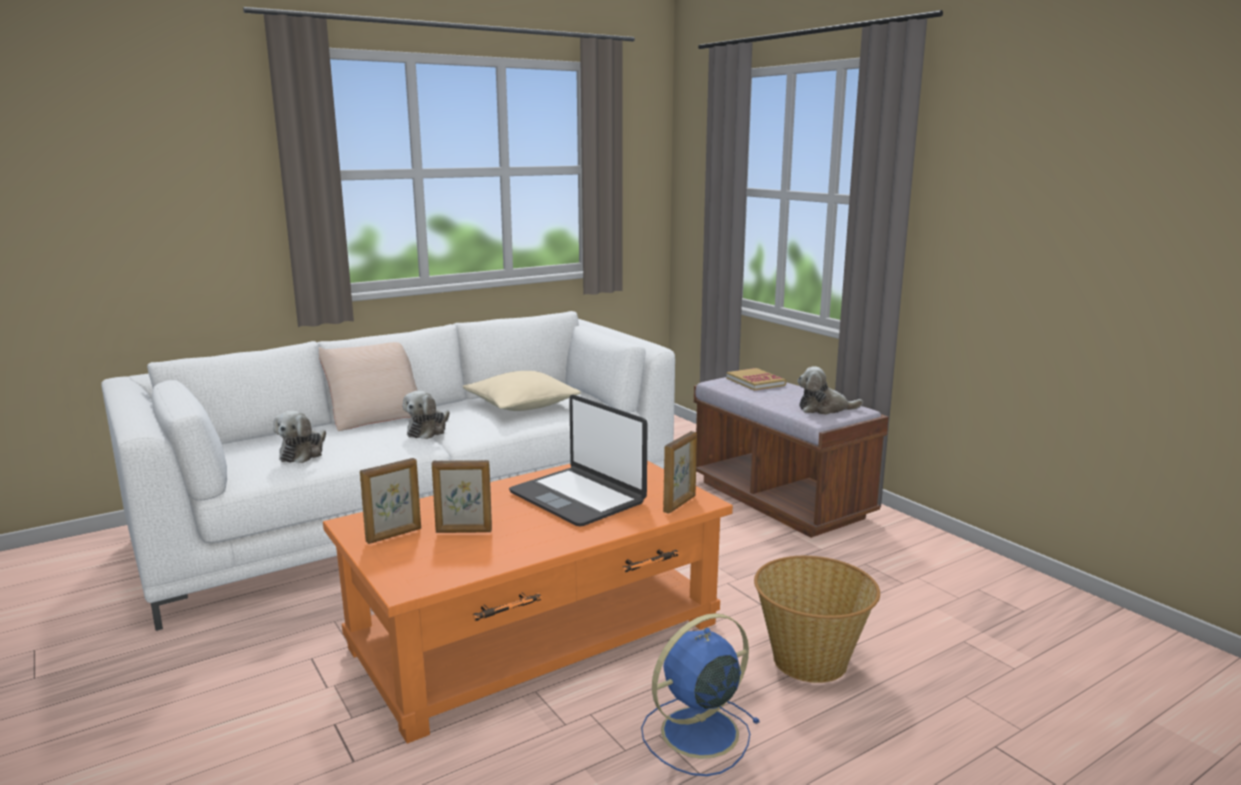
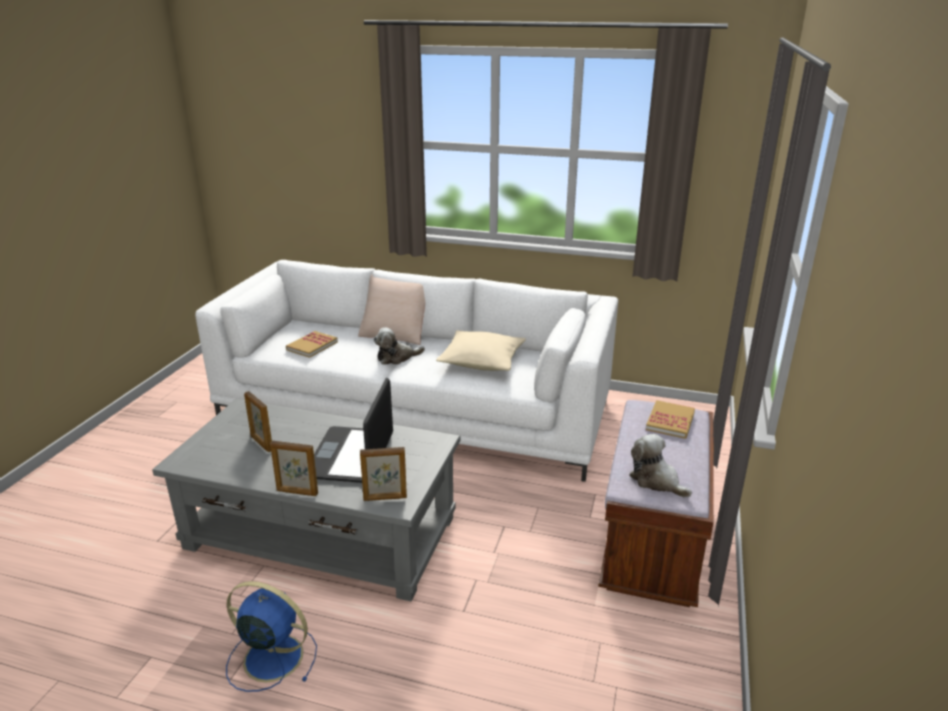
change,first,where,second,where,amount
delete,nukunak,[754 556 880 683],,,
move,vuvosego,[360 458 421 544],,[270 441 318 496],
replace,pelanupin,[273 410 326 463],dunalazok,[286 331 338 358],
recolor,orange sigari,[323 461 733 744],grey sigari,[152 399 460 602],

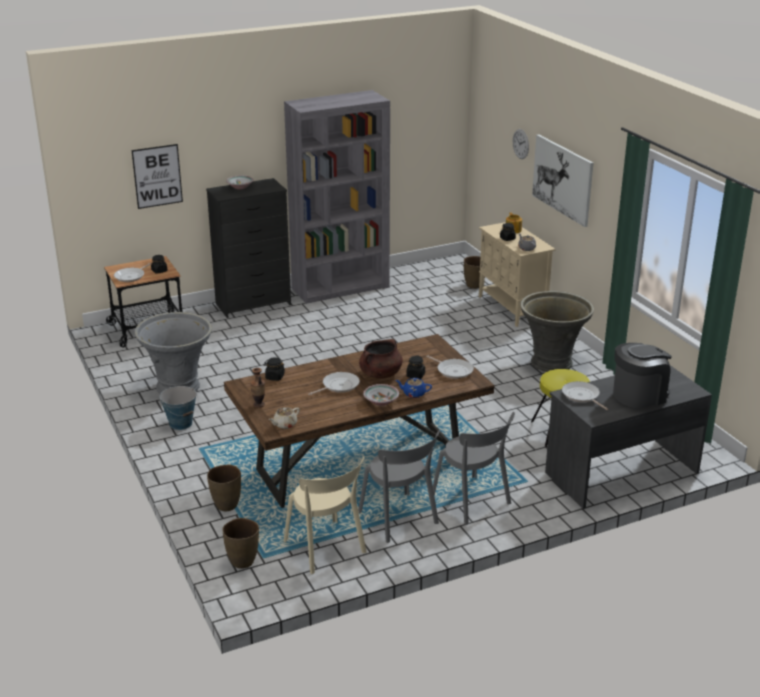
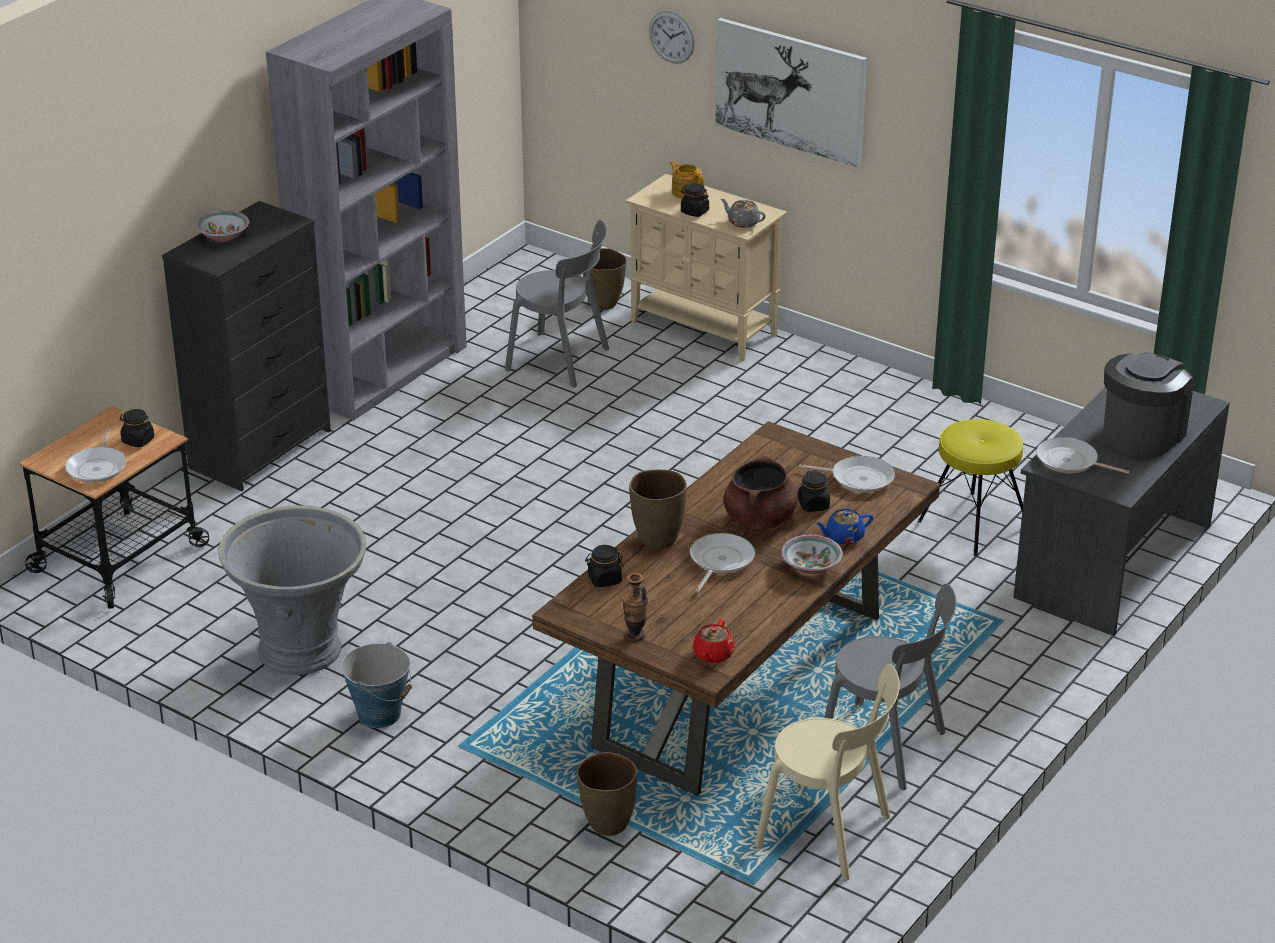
change,first,where,second,where,amount
delete,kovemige,[132 144 183 209],,,
delete,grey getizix,[520 291 594 372],,,
move,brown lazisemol,[222 518 259 569],,[629 470 687 549],
move,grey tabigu,[433 412 515 525],,[505 220 609 387],
recolor,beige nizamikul,[269 407 300 429],red nizamikul,[693 619 735 663],

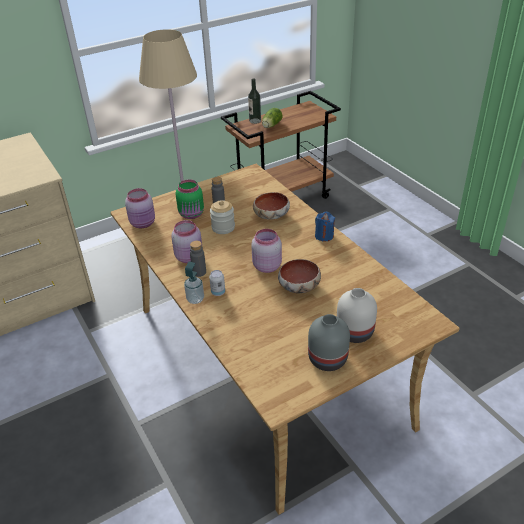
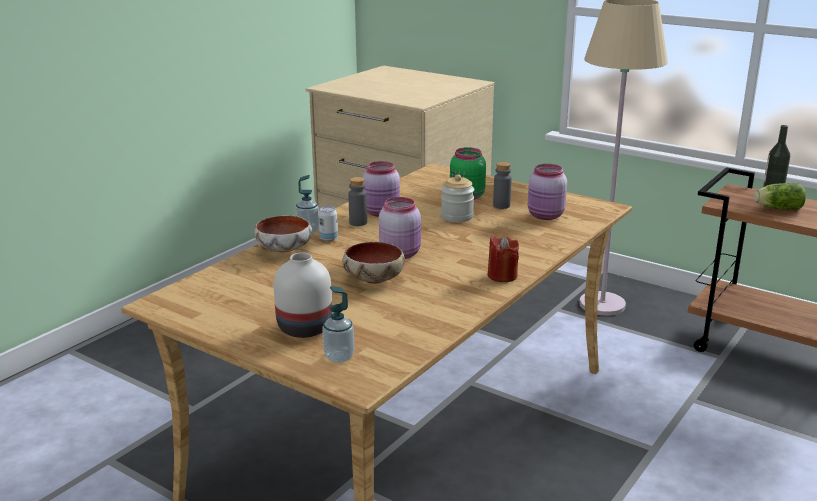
change,first,where,second,where,amount
delete,grey lazisemol,[308 314 350 371],,,
insert,,,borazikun,[322 286 354 363],
move,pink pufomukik,[125 188 155 228],,[528 164 567 220],
move,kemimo,[253 192 290 220],,[254 215 312 253],
recolor,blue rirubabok,[315 212 335 241],red rirubabok,[488 236 519 282],

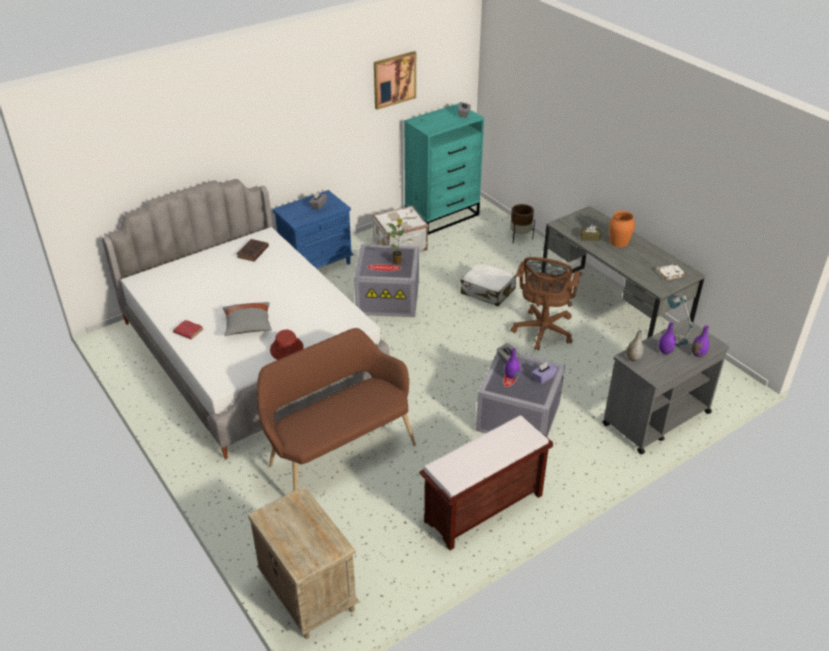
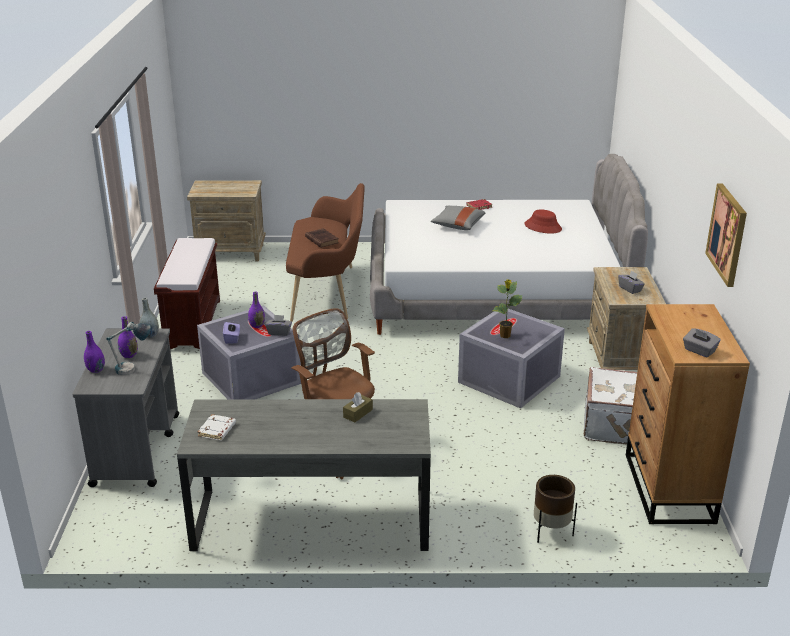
change,first,where,second,where,amount
delete,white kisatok,[461 262 516 306],,,
delete,orange lazisemol,[609 211 635 247],,,
move,brown dunalazok,[237 239 269 262],,[305 228 339 248],
move,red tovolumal,[270 329 304 360],,[524 209 562 234],
recolor,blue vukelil,[272 190 354 269],beige vukelil,[587 267 666 370],
recolor,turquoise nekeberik,[404 103 484 235],brown nekeberik,[626 304 750 524],

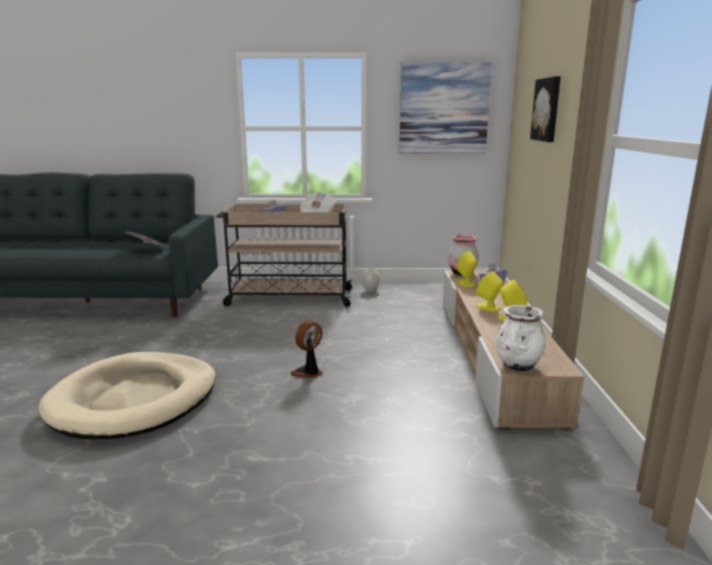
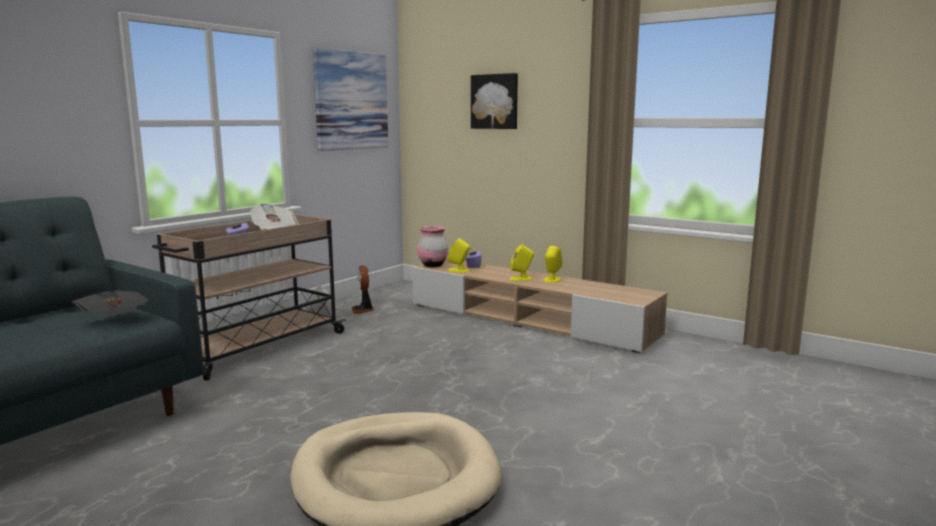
change,first,where,second,where,amount
delete,white lazisemol,[496 305 546 371],,,
move,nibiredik,[290 320 323 378],,[352 265 374 314],

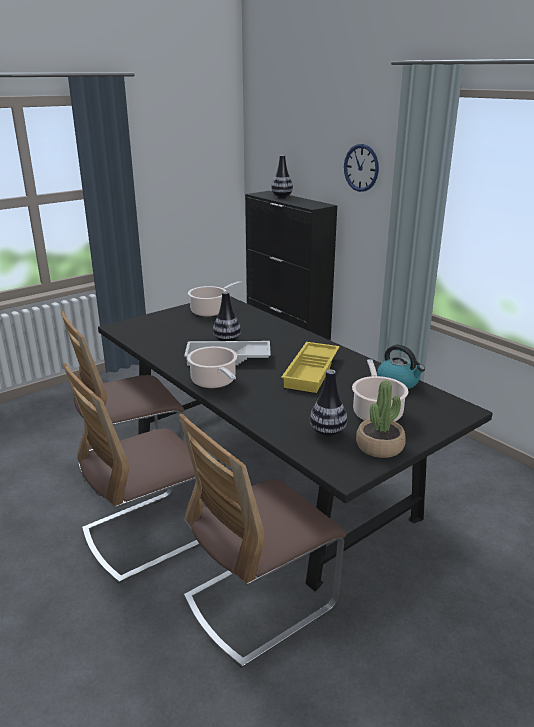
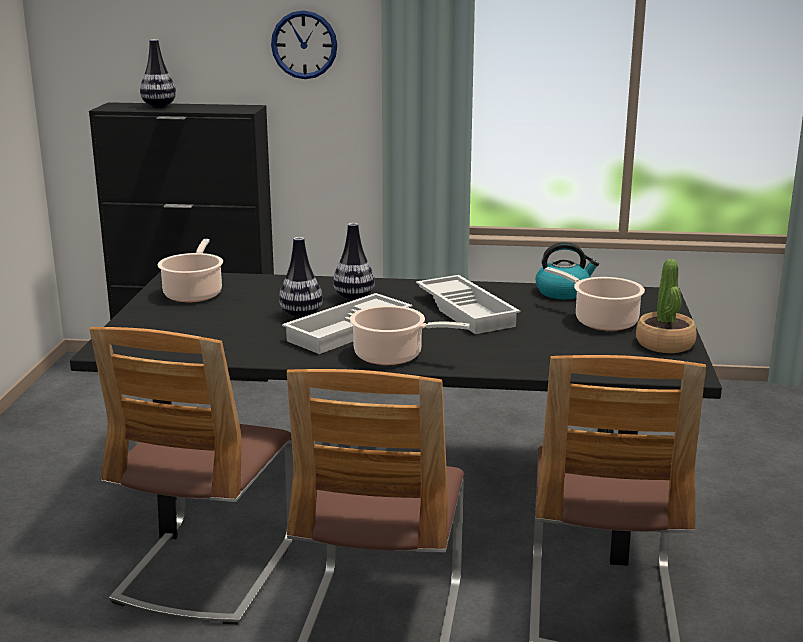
change,first,where,second,where,amount
move,lazisemol,[310 370 347 437],,[333 223 375 301],
recolor,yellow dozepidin,[281 342 340 393],white dozepidin,[416 275 520 334],

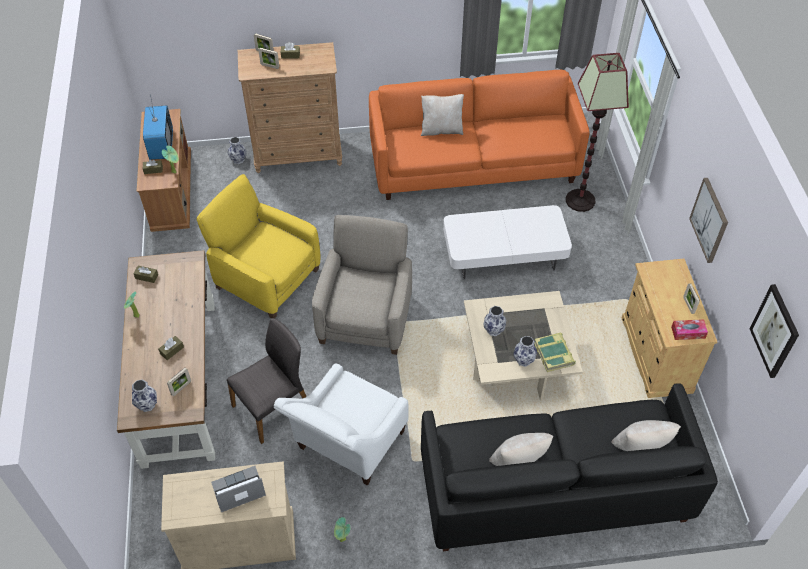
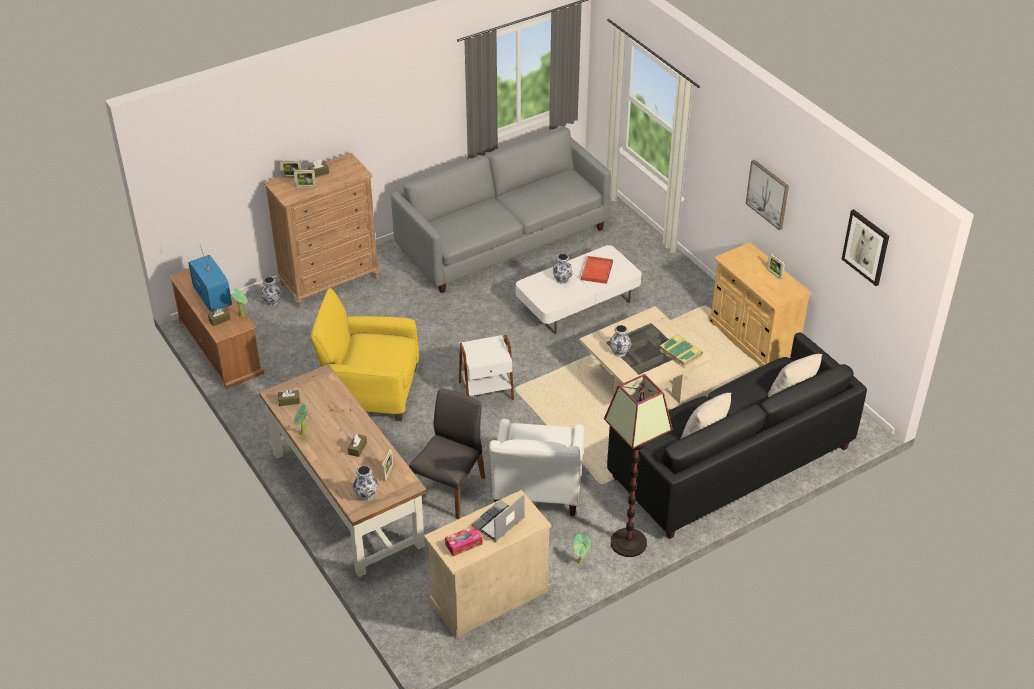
change,first,where,second,where,amount
delete,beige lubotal,[421 94 464 136],,,
insert,,,red dozepidin,[580 256 613 284],
move,lazisemol,[513 336 537 367],,[553 254 573 284],
move,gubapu,[566 53 629 212],,[604 374 673 557],
move,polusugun,[671 319 708 340],,[445 525 482 556],
replace,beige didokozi,[312 215 412 355],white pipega,[459 335 514 400],
recolor,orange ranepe,[369 70 590 200],grey ranepe,[391 127 611 293],

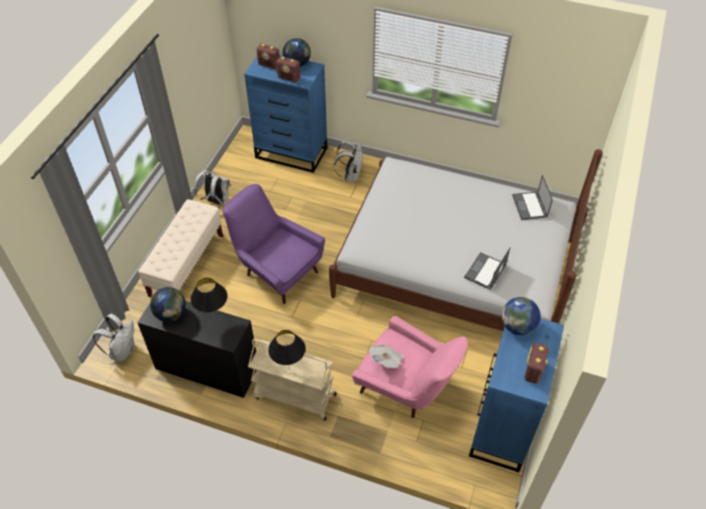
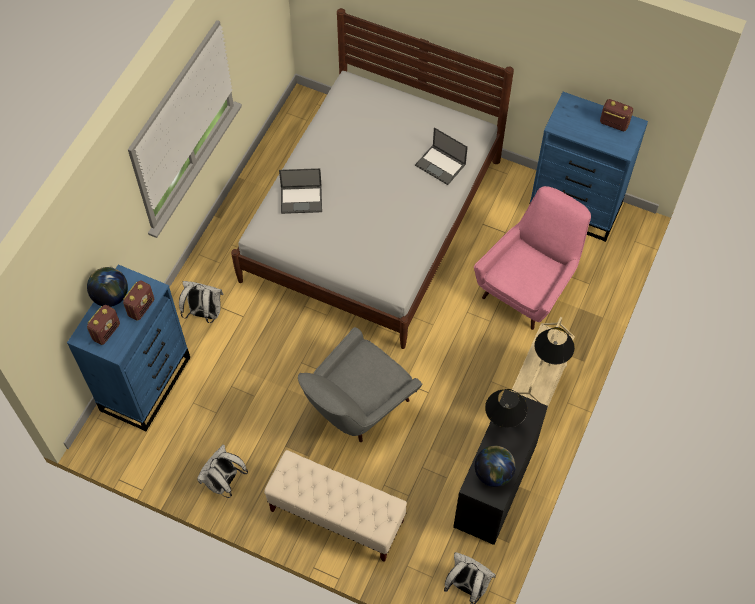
change,first,where,second,where,amount
delete,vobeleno,[369 345 404 368],,,
delete,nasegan,[502 297 541 335],,,
move,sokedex,[512 175 553 220],,[279 168 322 214],
recolor,purple didokozi,[223 184 325 304],grey didokozi,[298 327 423 442],

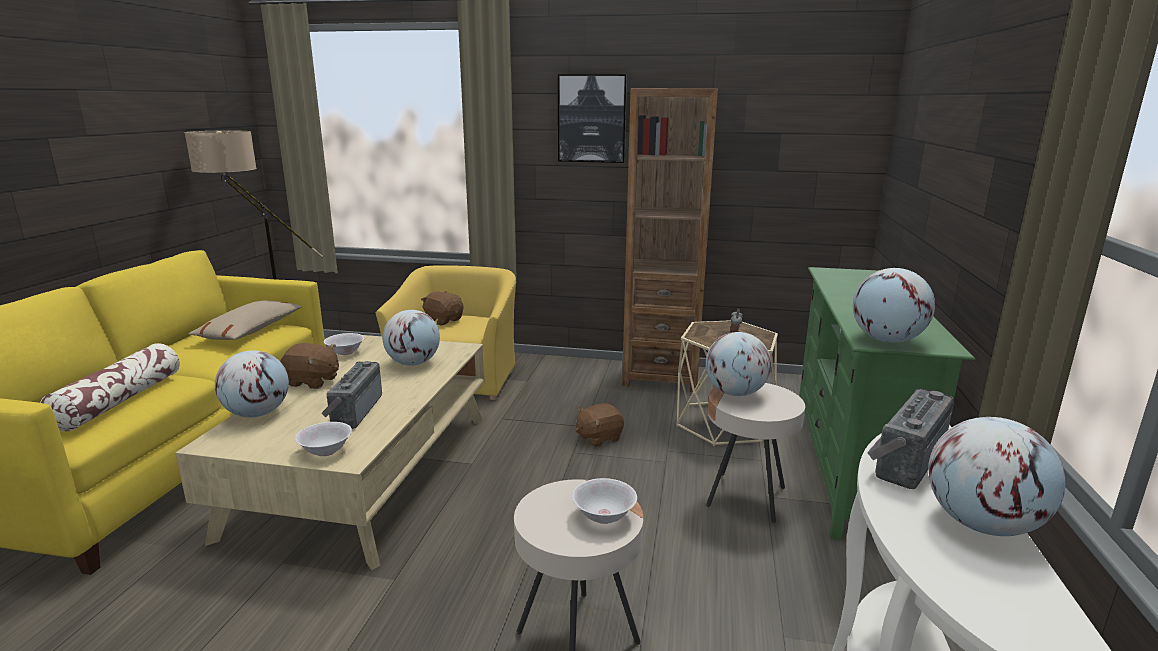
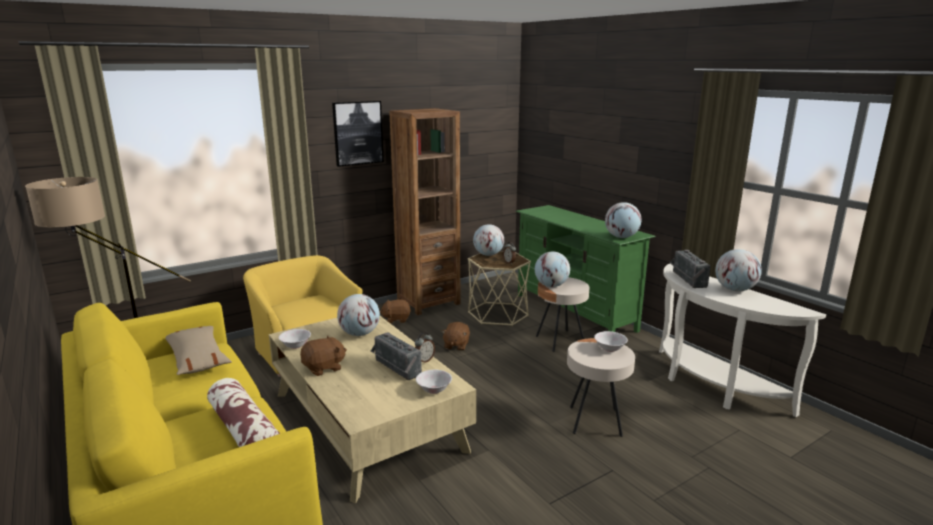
change,first,where,second,where,amount
insert,,,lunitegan,[415 332 435 363],
move,nasegan,[215 350 289 417],,[473 224 504 256],
move,brown pelanupin,[421 291 463 325],,[380 299 411 323],

